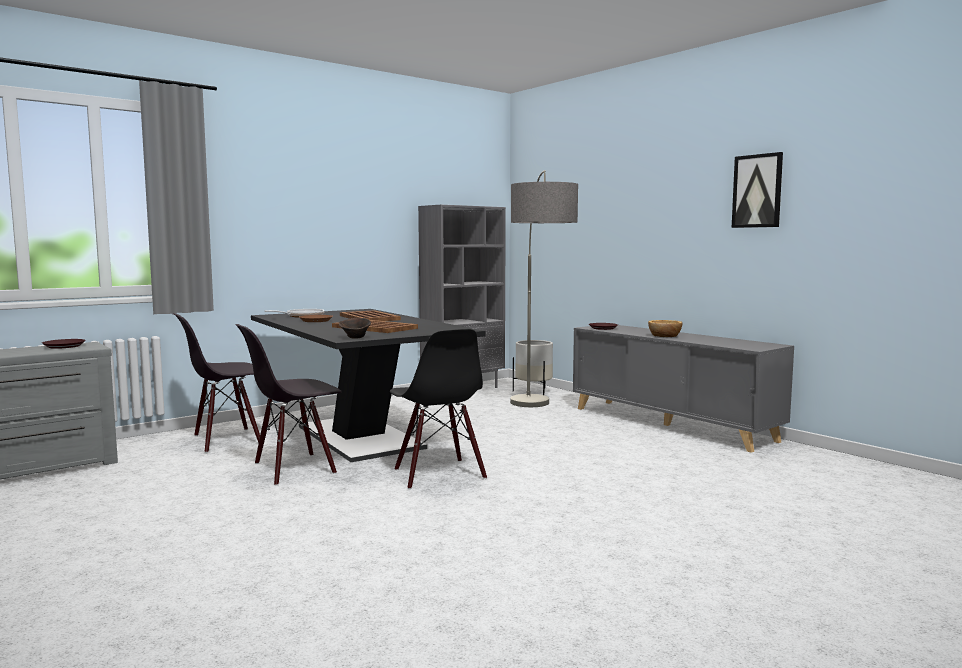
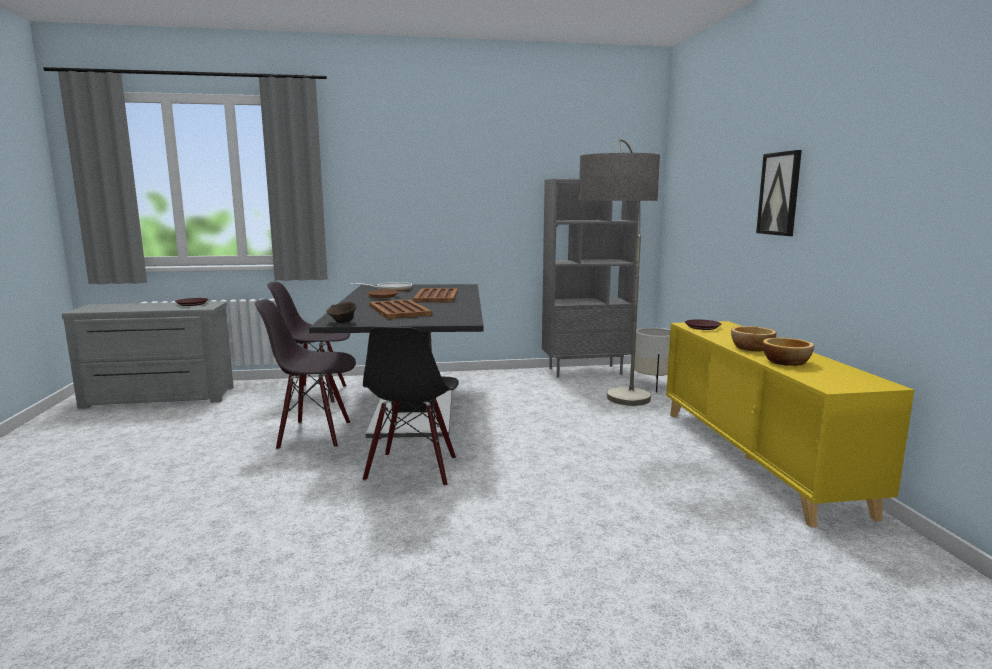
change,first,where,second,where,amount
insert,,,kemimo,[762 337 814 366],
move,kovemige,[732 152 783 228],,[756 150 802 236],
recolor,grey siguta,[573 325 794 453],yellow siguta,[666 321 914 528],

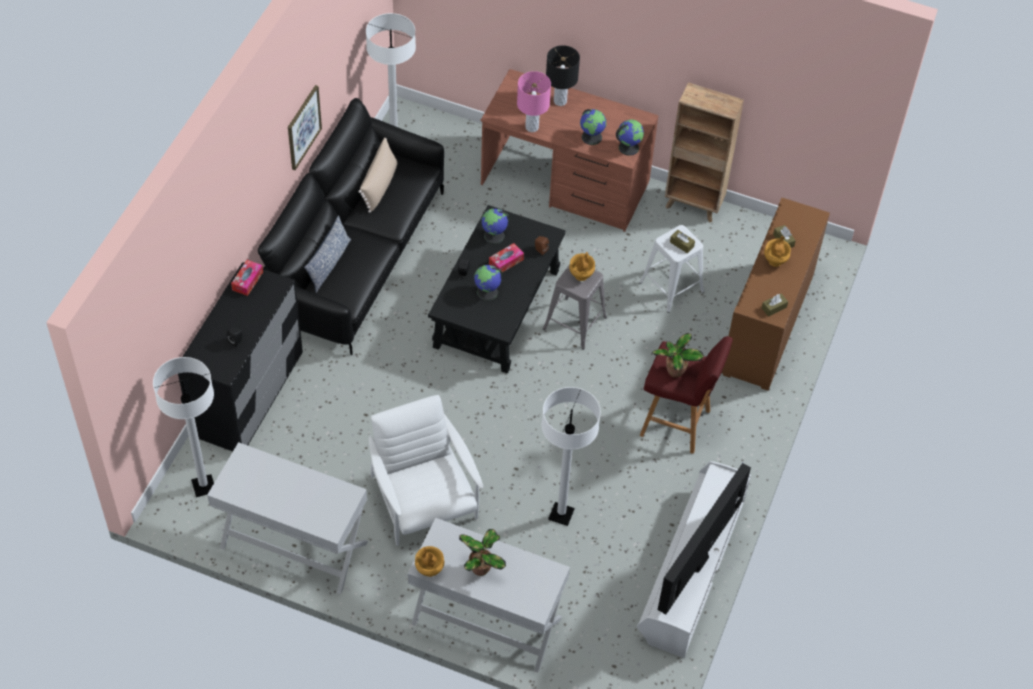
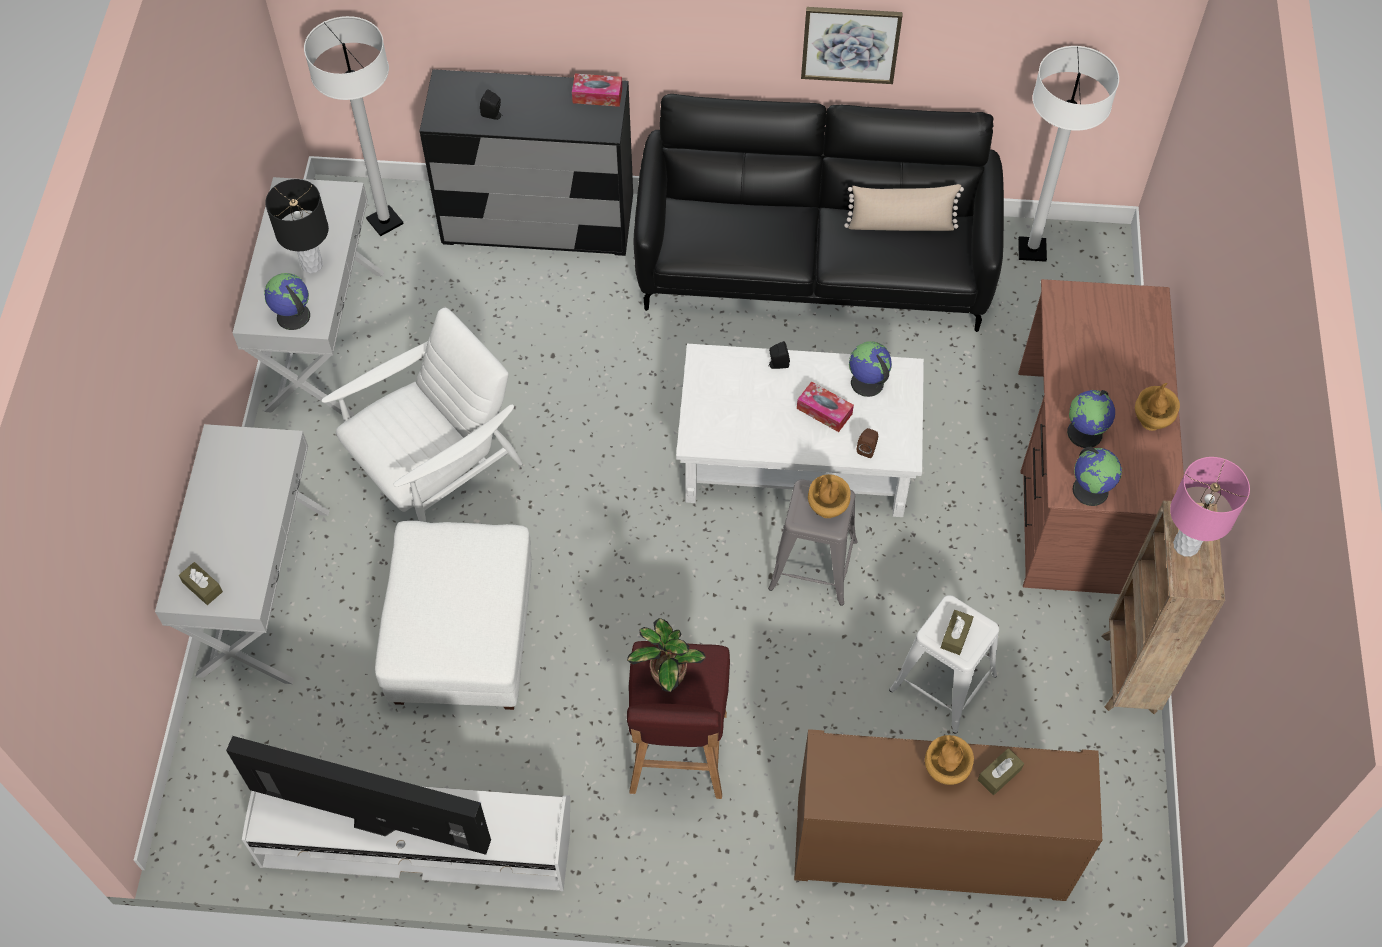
change,first,where,second,where,amount
delete,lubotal,[304 215 351 293],,,
delete,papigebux,[459 529 506 576],,,
move,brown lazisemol,[415 546 444 577],,[1135 383 1180 431],
move,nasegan,[474 265 503 301],,[264 273 310 330],
move,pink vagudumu,[517 71 551 132],,[1170 457 1250 557],
move,black vagudumu,[546 45 580 106],,[265 179 329 273],
move,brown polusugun,[762 293 788 317],,[179 562 223 605],
replace,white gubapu,[542 387 601 526],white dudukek,[375 521 532 710],
recolor,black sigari,[428 205 566 374],white sigari,[676 344 924 517],

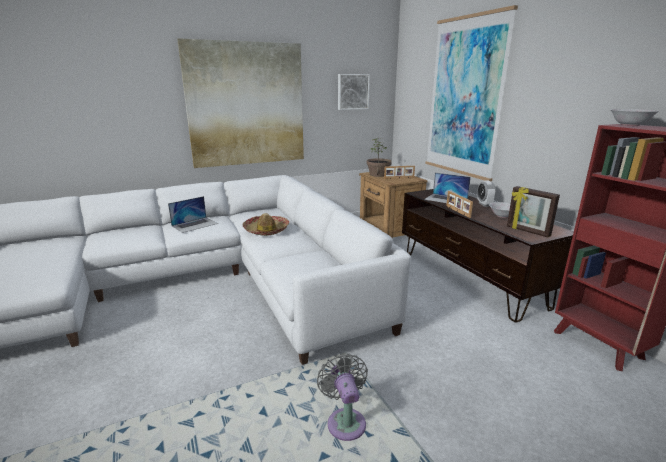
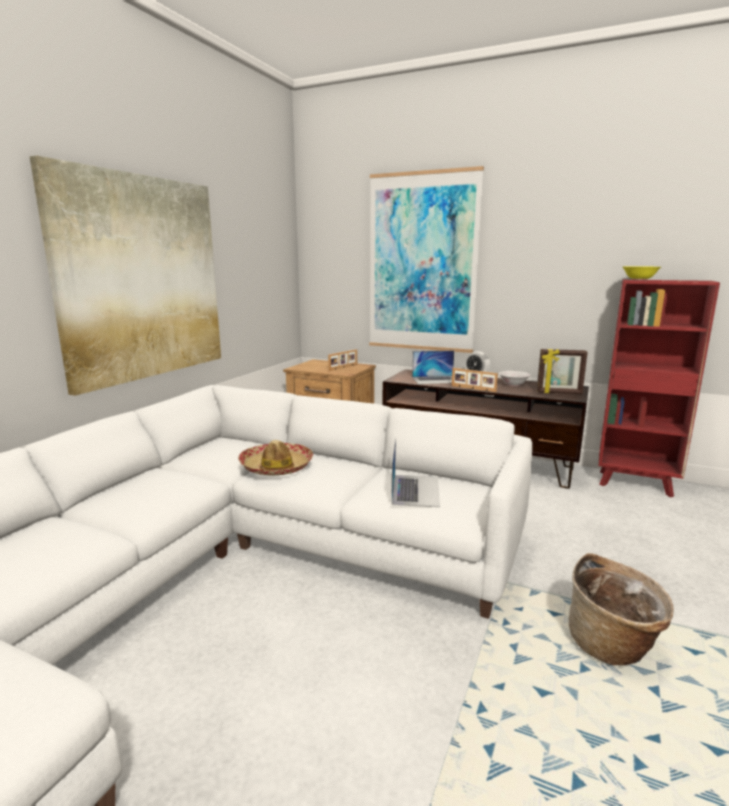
change,first,where,second,where,amount
delete,kovemige,[338 74 370 110],,,
delete,papigebux,[367 138 392 177],,,
move,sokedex,[168 196 218 233],,[391 438 440 507],
replace,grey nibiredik,[317 354 368 441],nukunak,[569 553 674 665],
recolor,white kemimo,[610 109 659 126],yellow kemimo,[623 266 661 280],

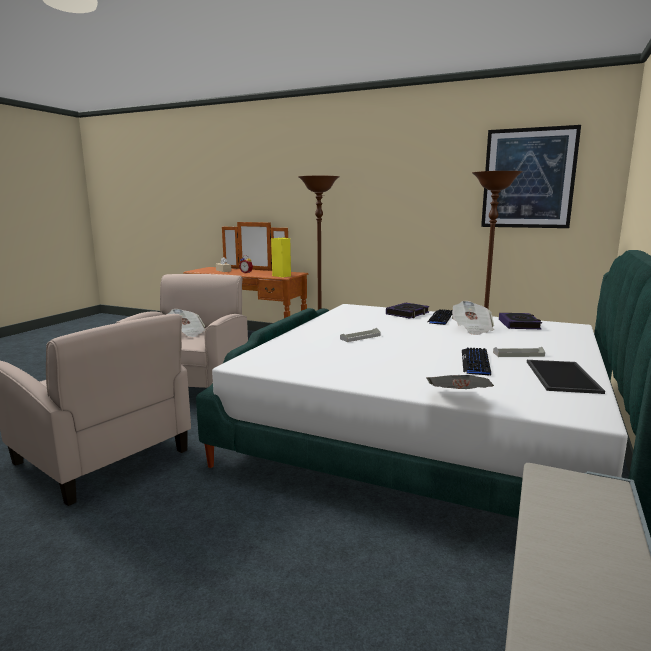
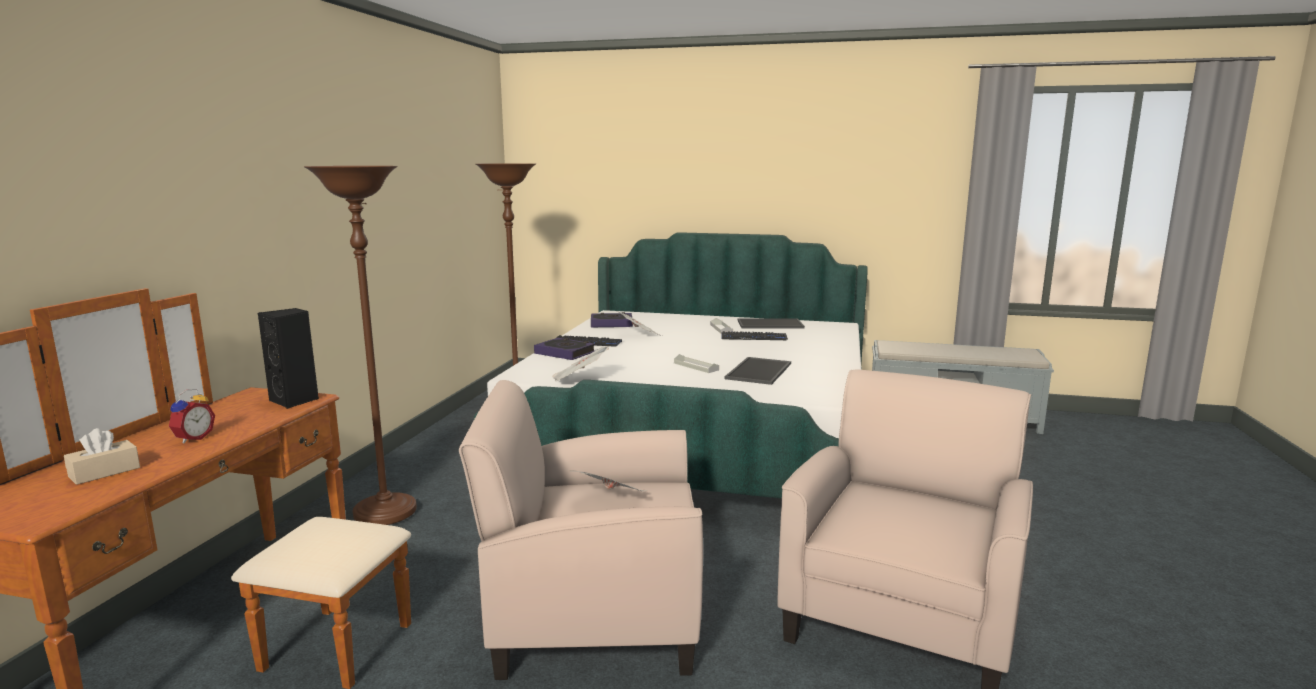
change,first,where,second,where,amount
delete,kovemige,[481 125 581 228],,,
insert,,,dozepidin,[725 357 791 385],
move,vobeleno,[426 375 494 389],,[553 346 609 381],
recolor,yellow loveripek,[271 238 291 277],black loveripek,[258 308 319 409],

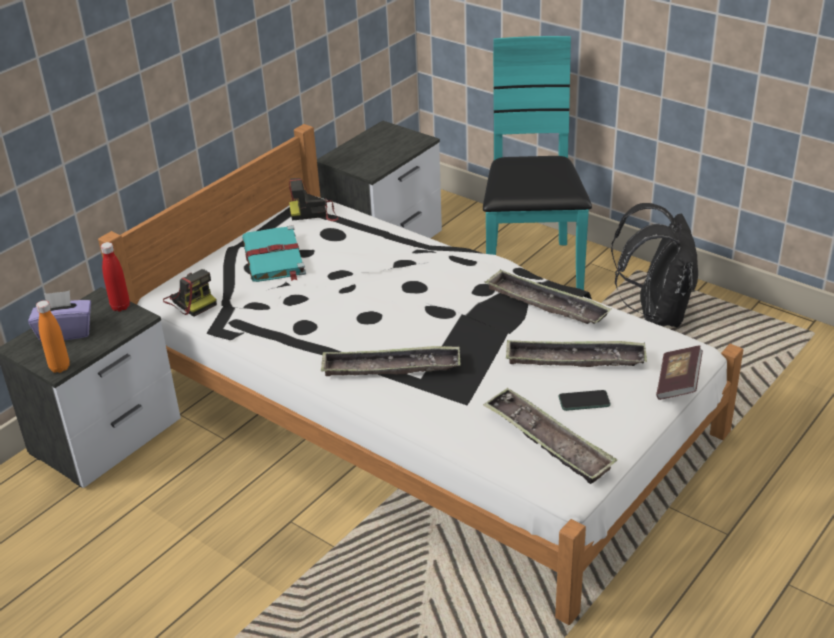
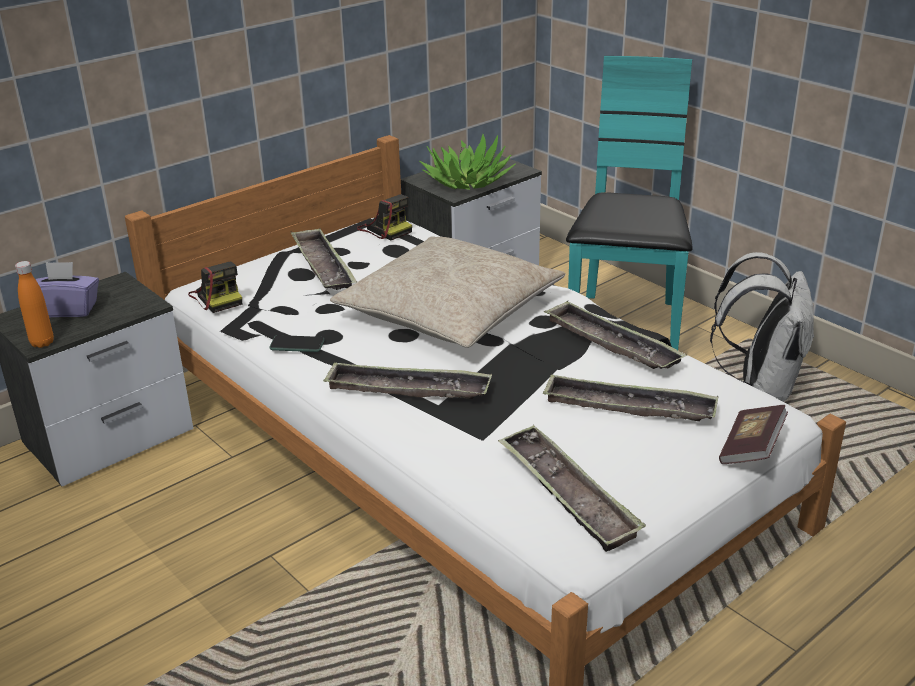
change,first,where,second,where,amount
delete,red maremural,[101 242 130 312],,,
insert,,,beige lubotal,[330 236 566 348],
insert,,,papigebux,[419 134 515 190],
move,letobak,[558 390 611 411],,[269 335 325 352],
replace,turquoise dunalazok,[242 225 306 282],dozepidin,[290 229 357 290],
recolor,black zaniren,[611 203 698 327],white zaniren,[710 252 814 402],
rotate,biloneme,[289 178 339 221],,[357 194 412 240],135 degrees counterclockwise

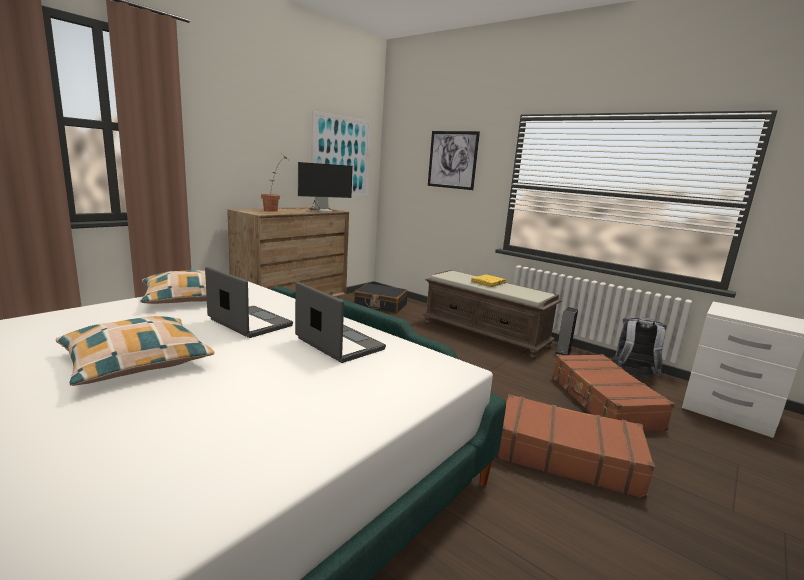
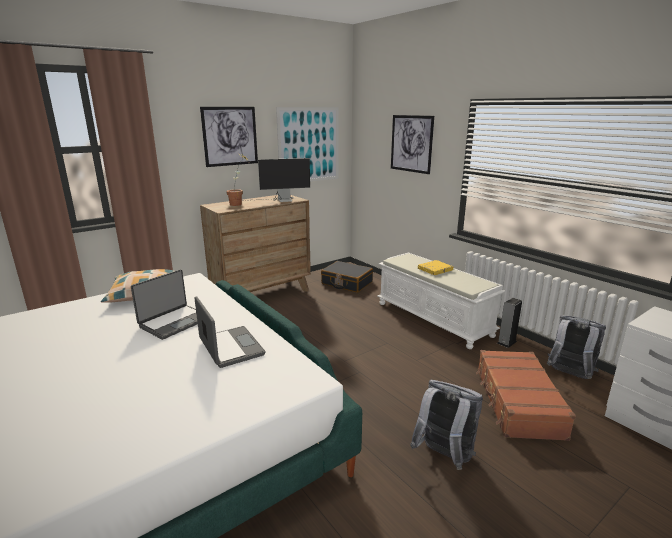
change,first,where,second,where,amount
delete,lubotal,[56 316 215 386],,,
insert,,,kovemige,[200 107 258 167],
replace,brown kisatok,[496 394 655 500],grey zaniren,[410 380 483 470],
recolor,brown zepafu,[423 270 562 360],white zepafu,[378 252 505 349],
rotate,sokedex,[205 267 293 338],,[131 269 198 340],75 degrees clockwise

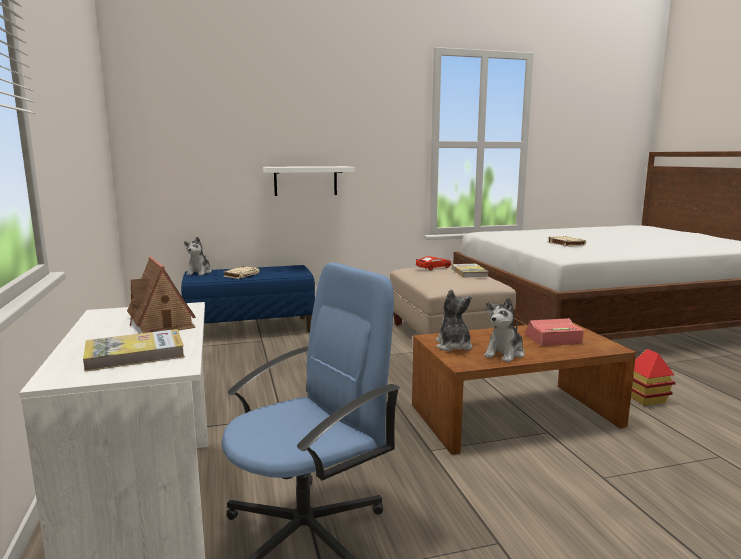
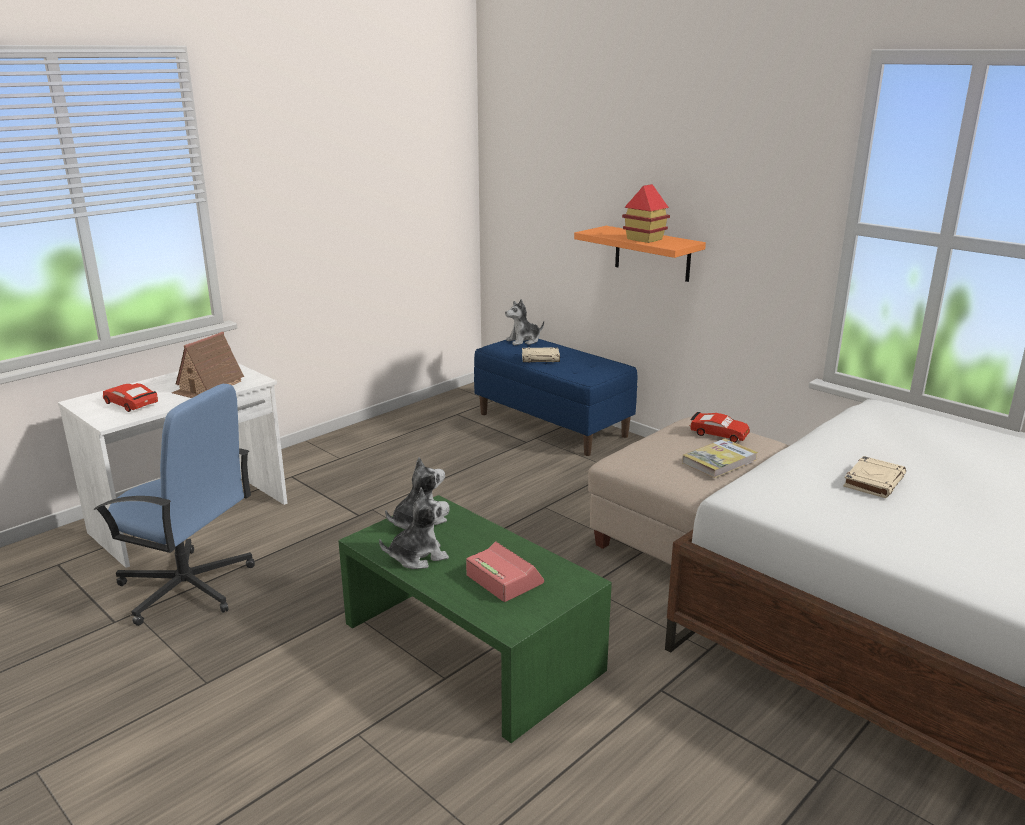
change,first,where,second,where,amount
move,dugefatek,[631 349 676 406],,[622 184 670 243],
replace,dunalazok,[83 329 185 372],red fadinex,[103 383 158 412],
recolor,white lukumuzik,[263 166 355 196],orange lukumuzik,[574 226 706 282],
recolor,brown sigari,[412 322 636 455],green sigari,[338 495 612 743],
rotate,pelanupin,[484 298 525 362],,[379 487 450 569],150 degrees clockwise

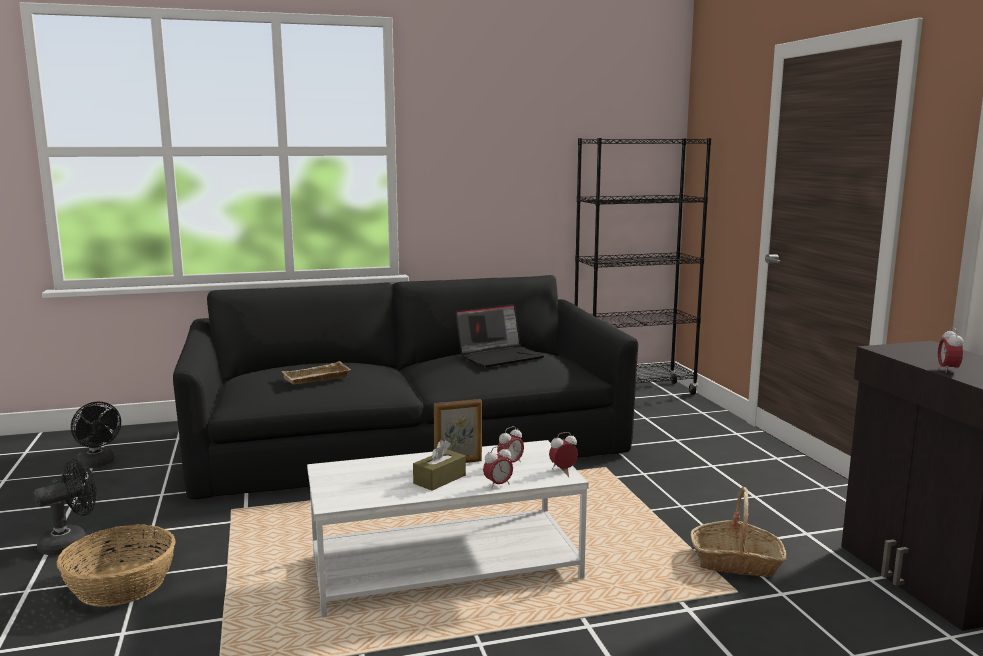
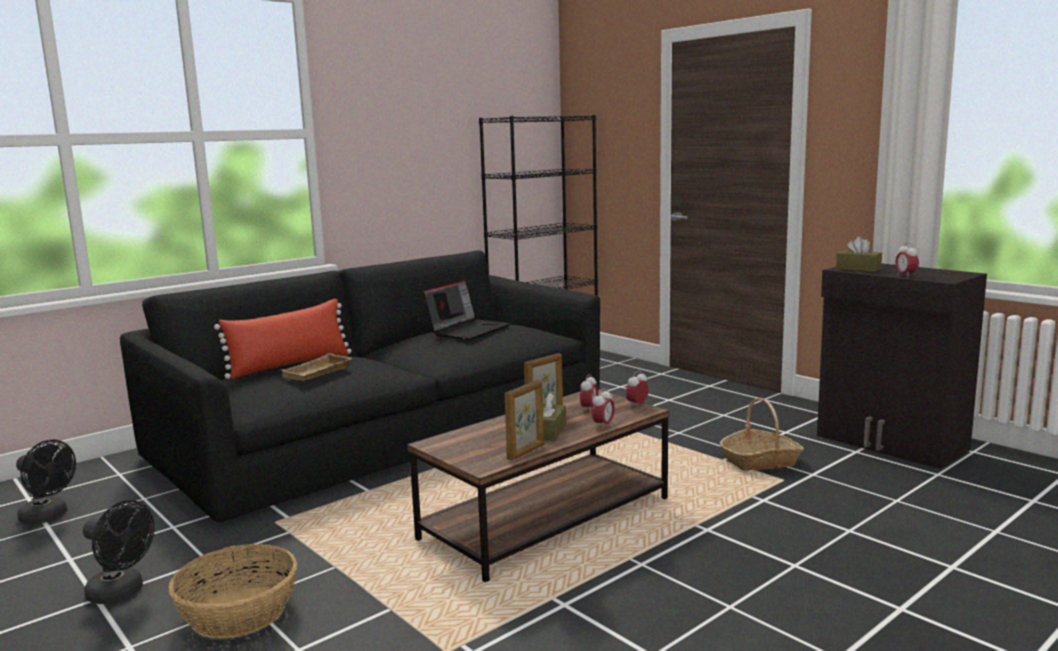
change,first,where,second,where,amount
insert,,,red lubotal,[214 299 352 379],
insert,,,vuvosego,[505 380 544 461],
insert,,,brown polusugun,[836 237 882 272],
recolor,white sigari,[307 440 589 618],brown sigari,[407 390 670 582],
rotate,black nibiredik,[34 459 97 555],,[83 500 154 604],90 degrees clockwise

